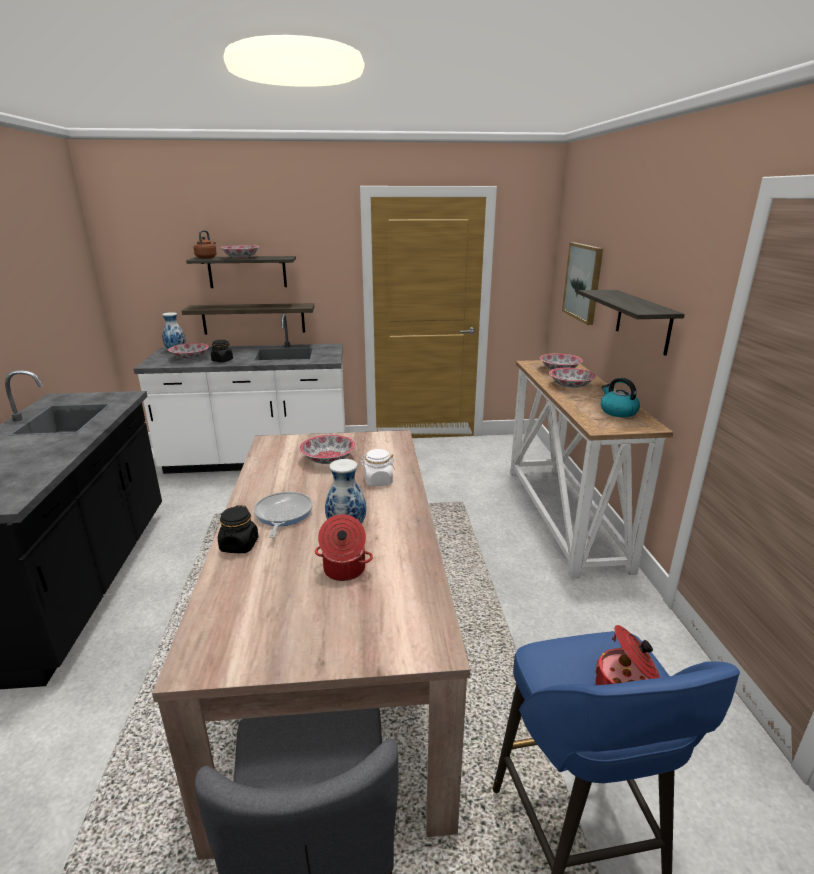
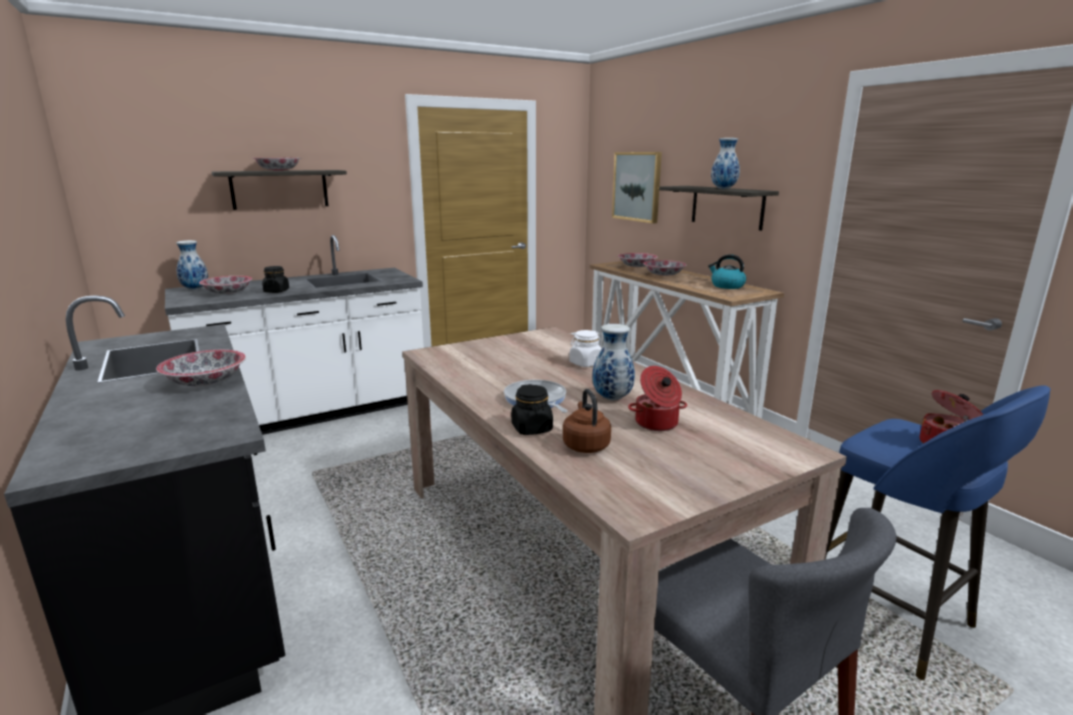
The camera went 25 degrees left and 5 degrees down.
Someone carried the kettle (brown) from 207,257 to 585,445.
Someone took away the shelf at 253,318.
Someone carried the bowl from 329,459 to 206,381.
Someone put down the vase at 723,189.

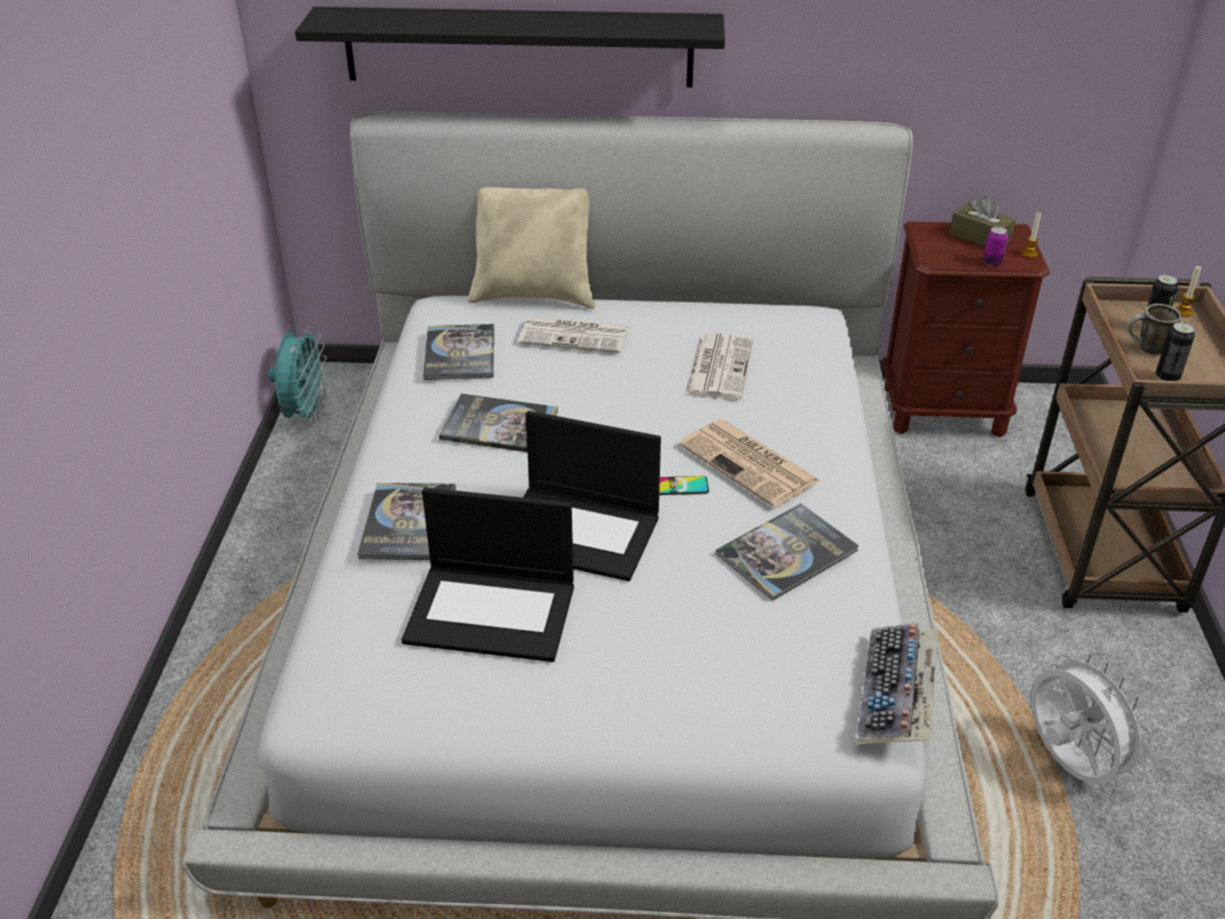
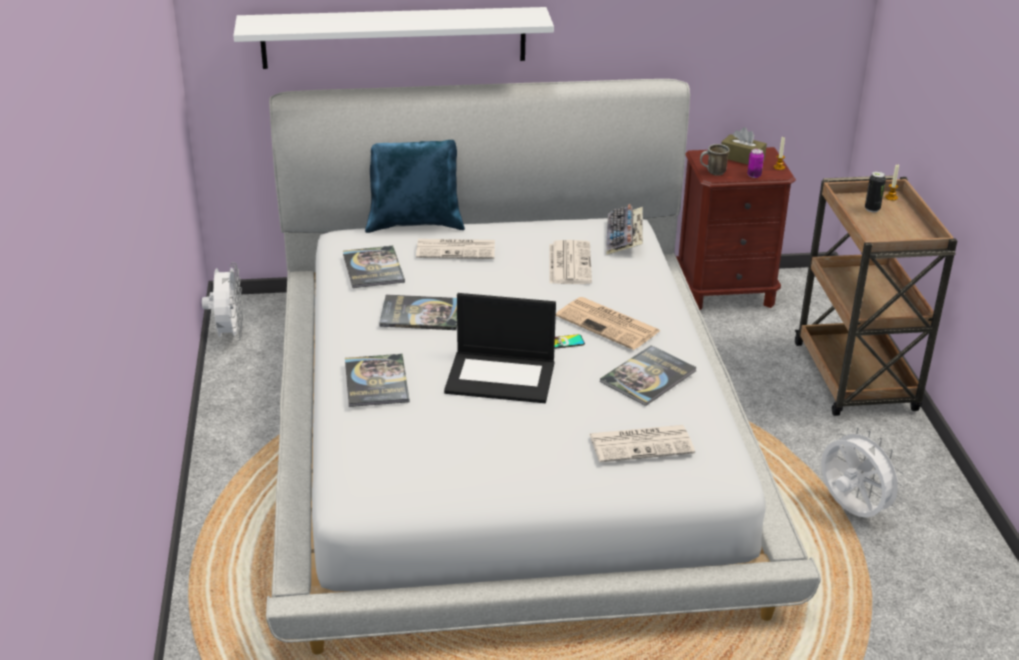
The camera went 10 degrees left and 5 degrees down.
Someone repainted the shelf (black) at 518,47, which became the shelf (white) at 394,37.
Someone repainted the pillow (beige) at 534,295, which became the pillow (blue) at 415,224.
Someone carried the mug from 1146,349 to 713,173.
Someone took away the can at 1167,377.
Someone repainted the fan (turquoise) at 305,414, which became the fan (white) at 229,334.
Someone took away the laptop at 493,612.
Someone carried the keyboard from 897,696 to 624,237.
Someone put down the newspaper at 642,444.

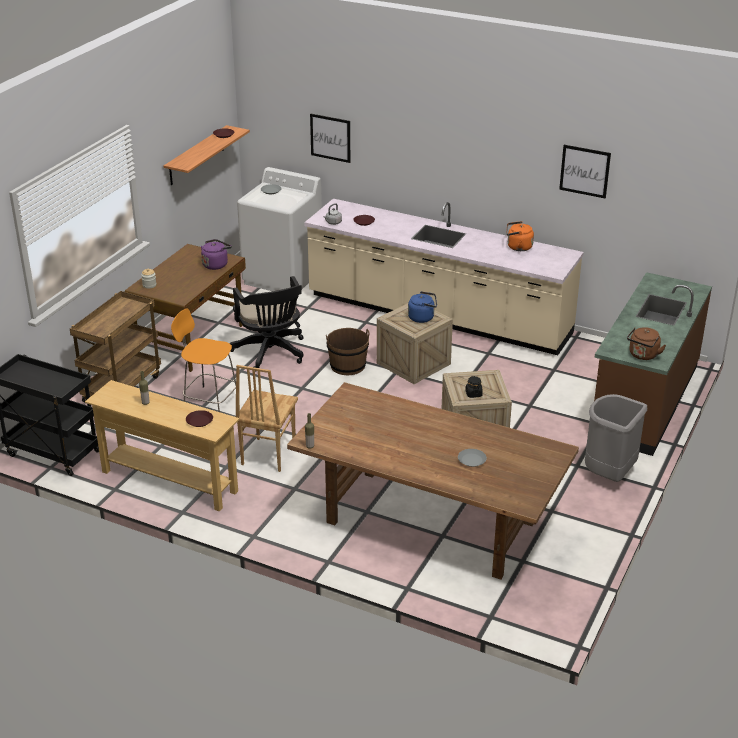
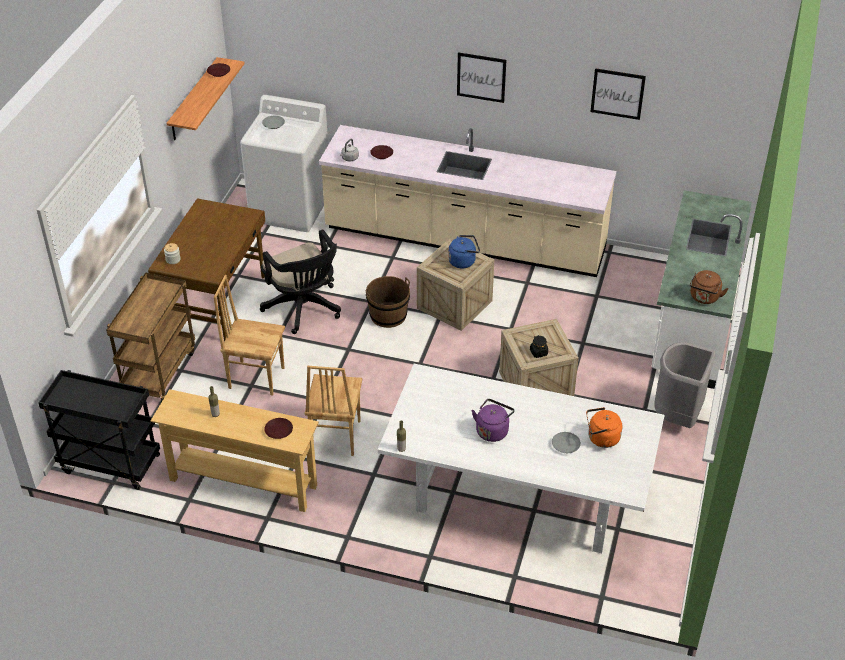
The camera went 10 degrees left and 10 degrees up.
Someone carried the picture from 330,138 to 481,77.
Someone carried the kettle (orange) from 517,247 to 601,439.
Someone carried the kettle (purple) from 216,264 to 492,430.
Someone repainted the counter (brown) at 643,400, which became the counter (white) at 692,323.
Someone swapped the stool (orange) at 209,401 for the chair (brown) at 256,377.
Someone repainted the dining table (brown) at 428,522, which became the dining table (white) at 516,496.

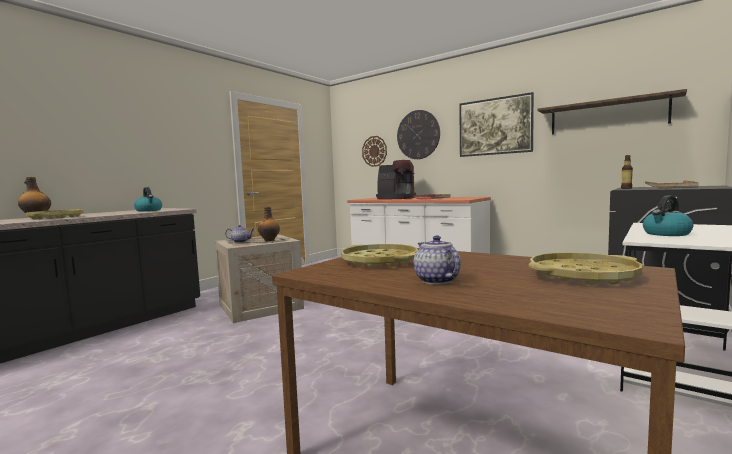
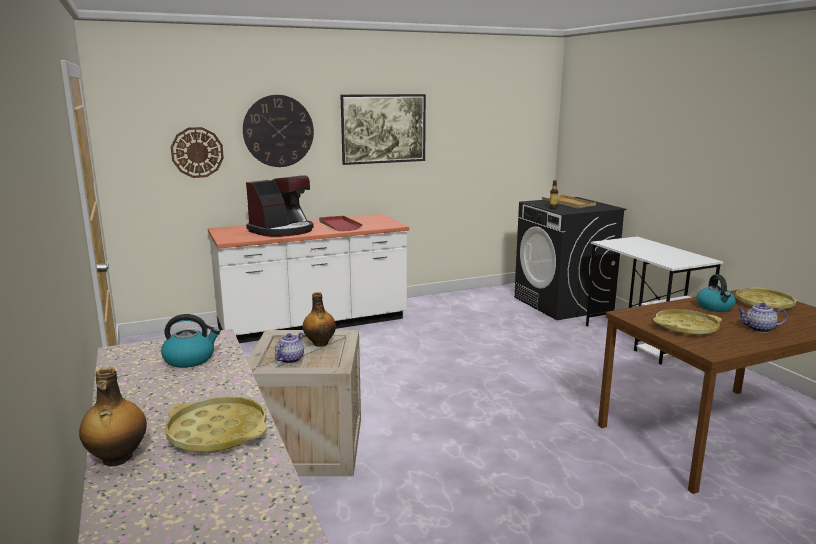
The camera went 60 degrees left and 10 degrees up.
Someone took away the shelf at 607,116.
Someone carried the kettle from 666,234 to 715,307.

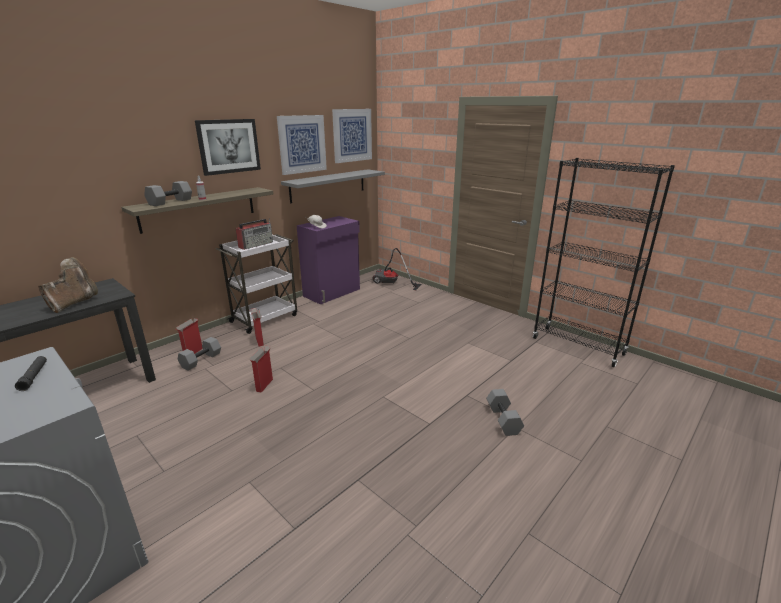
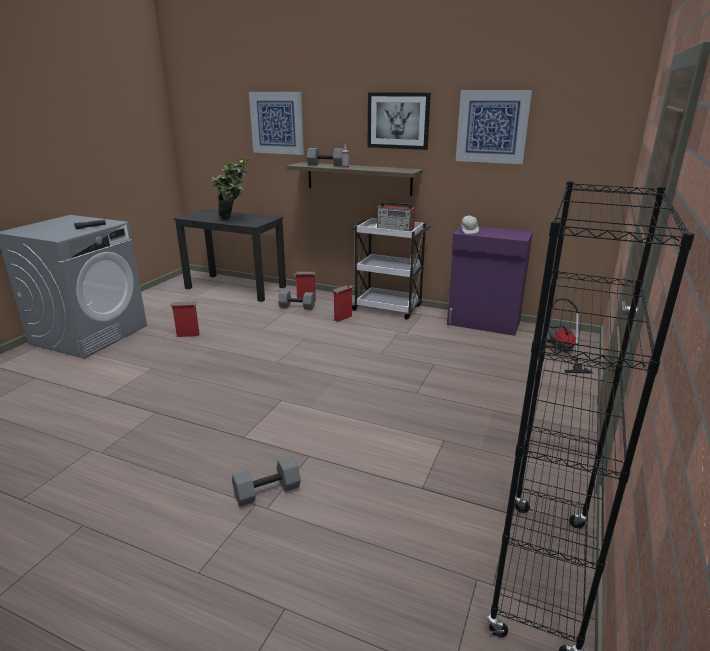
The camera went 70 degrees right and 0 degrees up.
Someone carried the picture from 352,135 to 277,123.
Someone took away the shelf (grey) at 328,185.
Someone swapped the boot (brown) at 74,303 for the potted plant at 234,220.
Someone carried the cardboard box from 264,385 to 188,335.

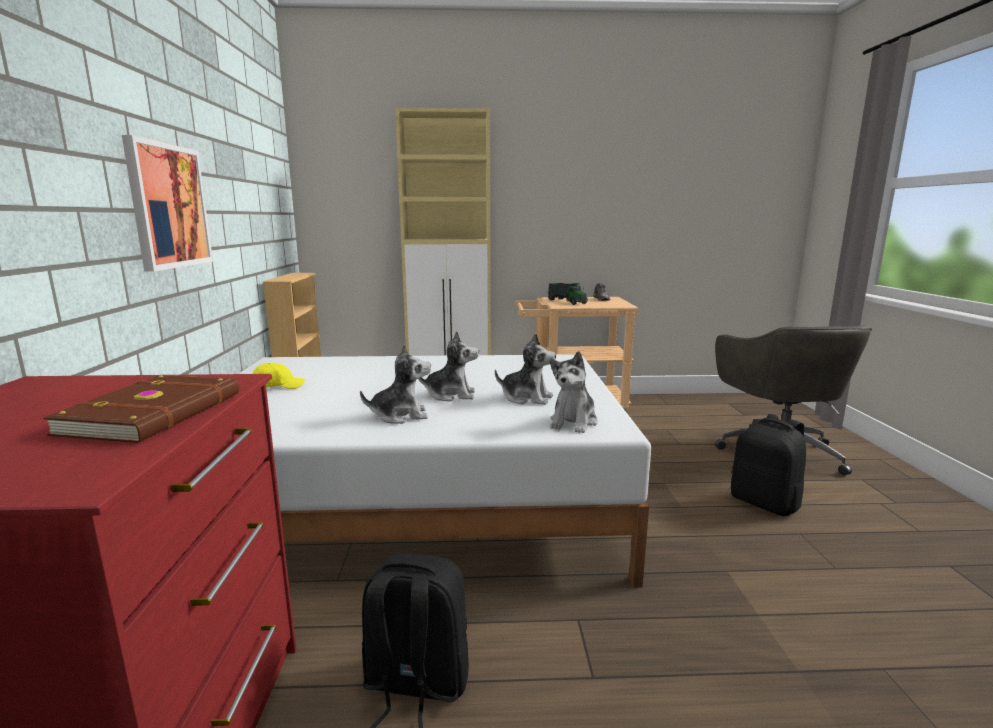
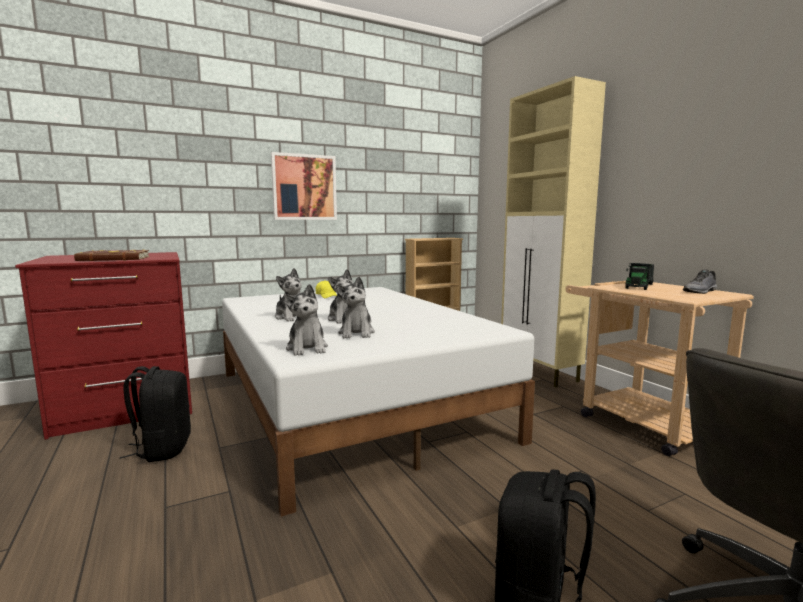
The camera went 65 degrees right and 5 degrees down.
Someone rotated the plush toy at 573,422 by 105 degrees counterclockwise.

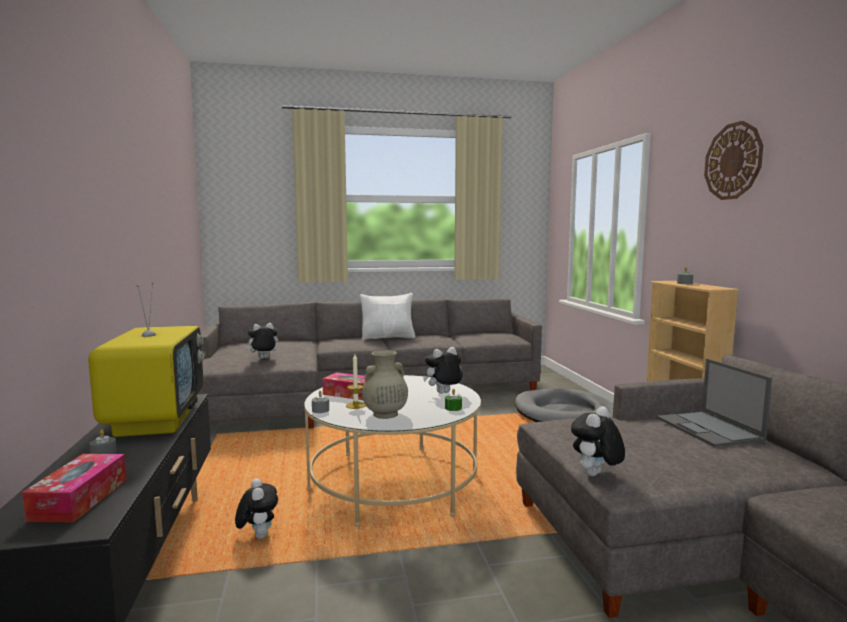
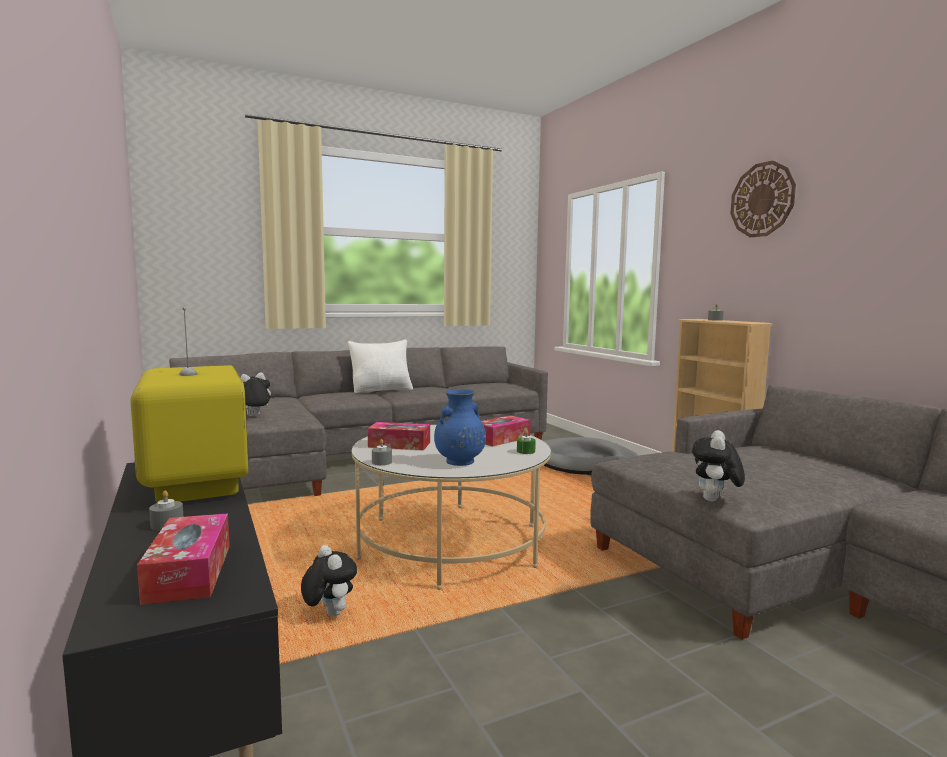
The camera went 15 degrees left and 0 degrees up.
Someone swapped the plush toy at 443,393 for the tissue box at 501,439.
Someone repainted the vase (beige) at 384,414, which became the vase (blue) at 459,462.
Someone took away the candle at 355,405.
Someone took away the laptop at 709,429.

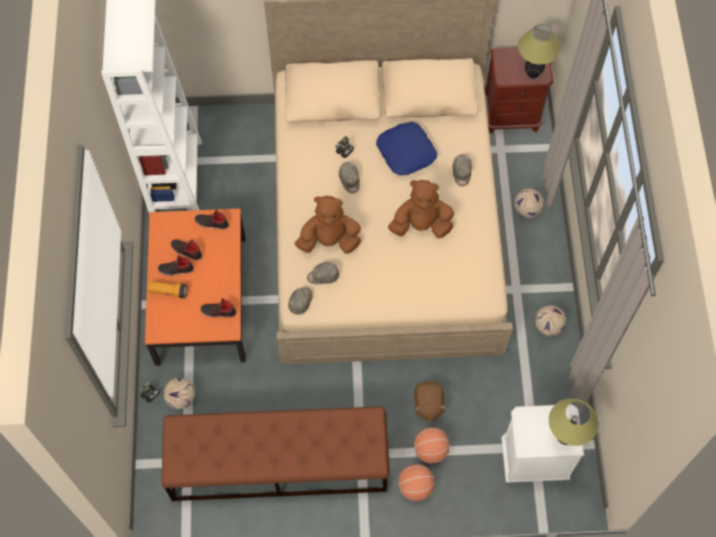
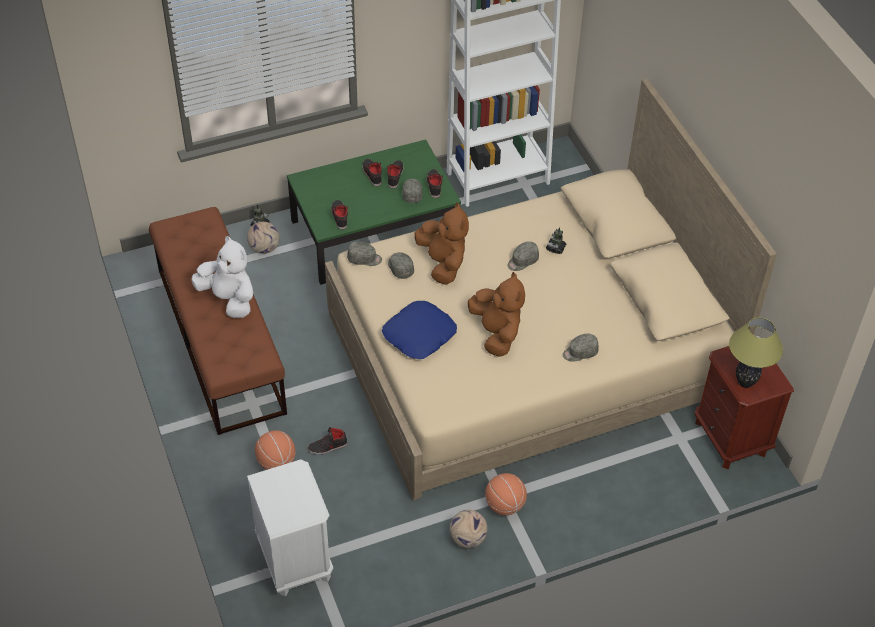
The camera went 70 degrees right and 15 degrees down.
Someone carried the pillow (blue) from 406,152 to 420,335.
Someone took away the football at 527,210.
Someone repainted the coffee table (orange) at 201,299, which became the coffee table (green) at 374,233.
Someone took away the flashlight at 168,292.
Someone swapped the plush toy (brown) at 428,405 for the shoe (black) at 327,447.
Someone took away the table lamp at 565,438.
Someone carried the basketball from 415,487 to 505,505.
Someone put down the cap (grey) at 412,194.
Someone put down the plush toy (white) at 229,299.

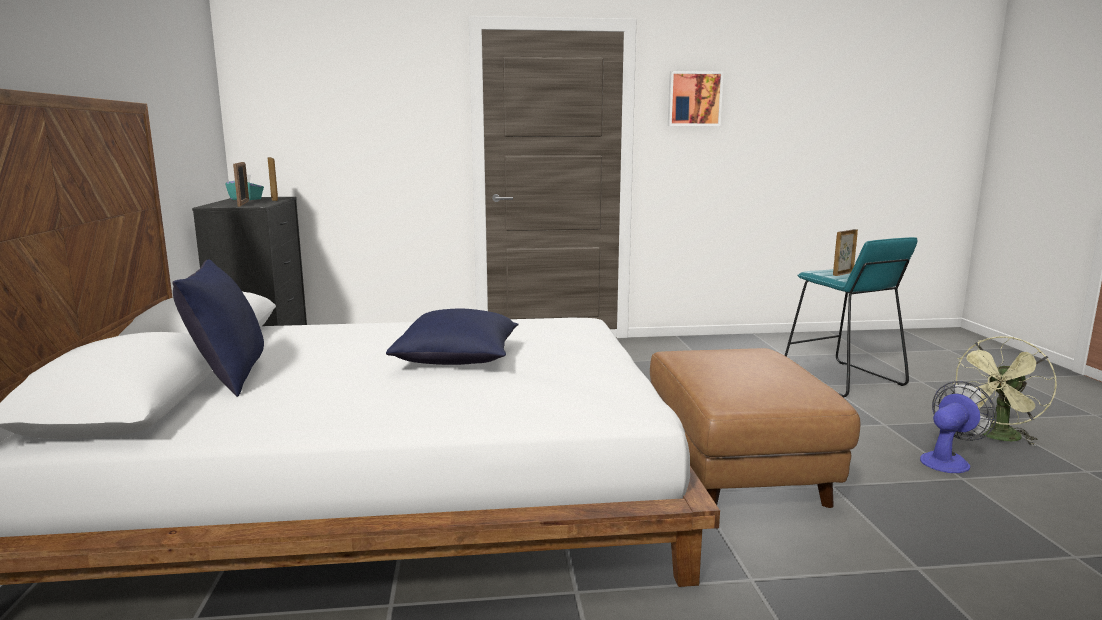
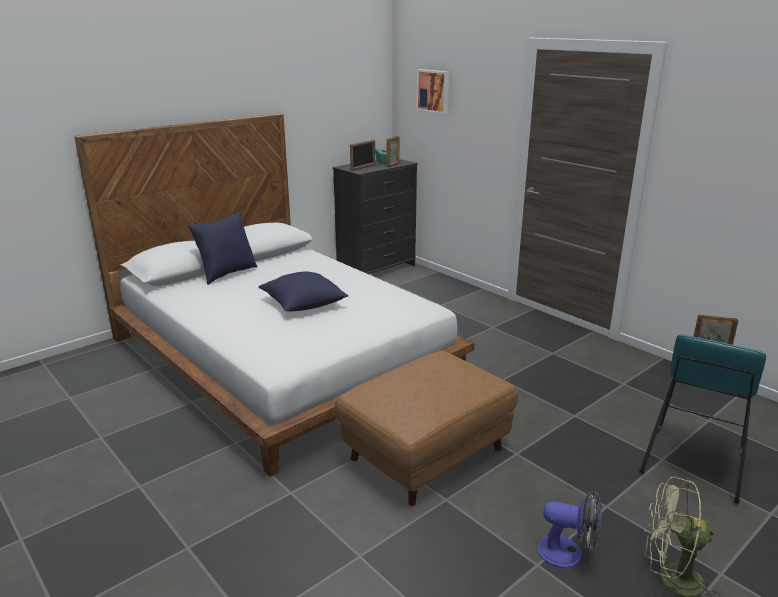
The camera went 55 degrees right and 10 degrees up.
Someone carried the picture from 694,99 to 434,91.

